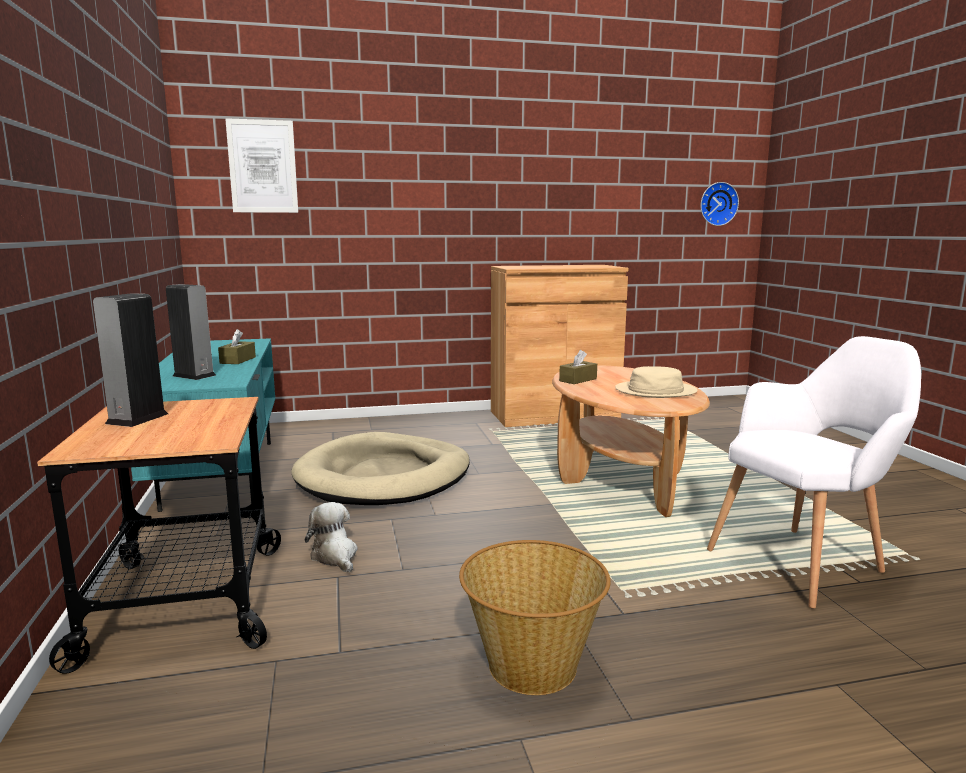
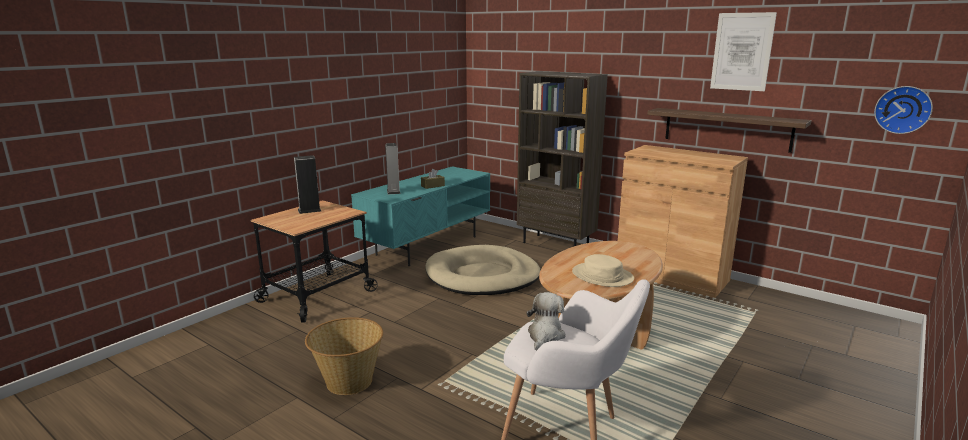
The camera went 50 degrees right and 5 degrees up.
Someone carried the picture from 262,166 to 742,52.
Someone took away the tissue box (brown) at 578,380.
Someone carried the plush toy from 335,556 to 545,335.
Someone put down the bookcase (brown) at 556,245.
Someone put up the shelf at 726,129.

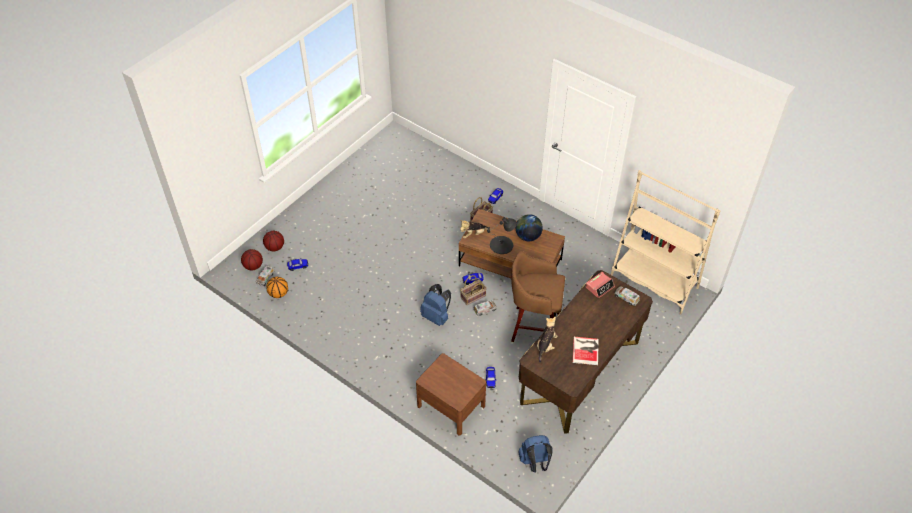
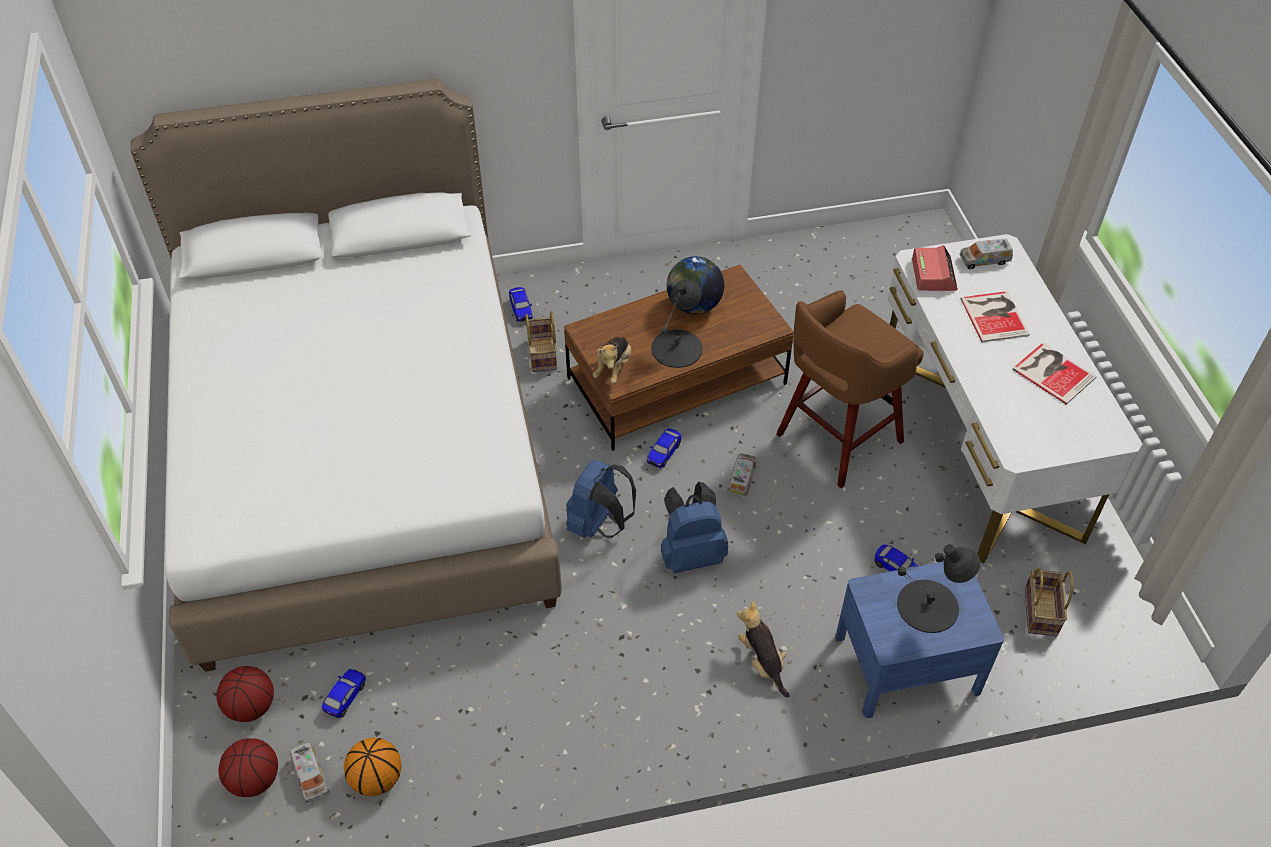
The camera went 50 degrees left and 0 degrees up.
Someone took away the bookcase (beige) at 654,281.
Someone repainted the desk (brown) at 580,372, which became the desk (white) at 978,444.
Someone carried the basket from 472,297 to 1042,613.
Someone carried the plush toy from 546,345 to 762,662.
Someone repainted the nightstand (brown) at 451,406, which became the nightstand (blue) at 907,664.
Someone carried the backpack (blue) from 535,462 to 599,524.
Someone put down the bed (white) at 363,452.
Someone put down the book at 995,315.
Someone put down the table lamp (black) at 929,606.

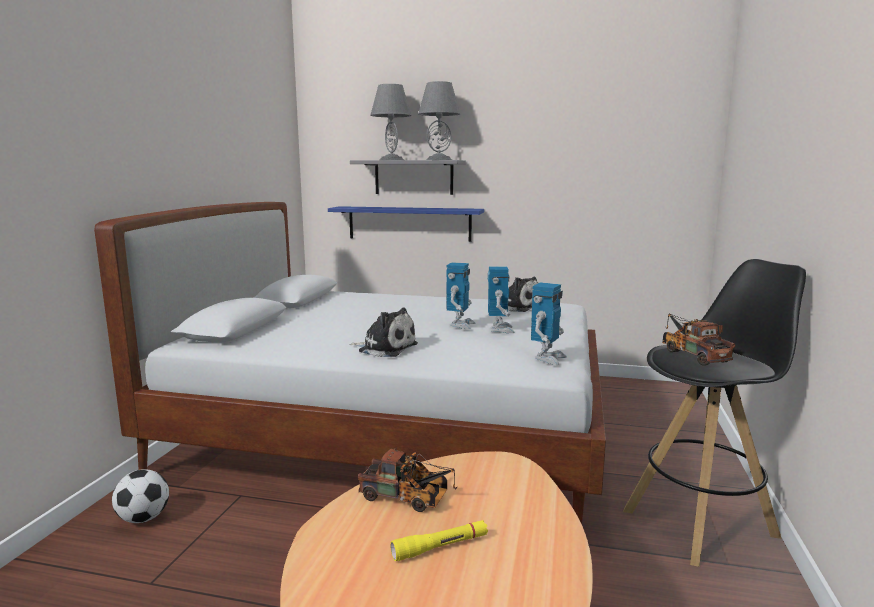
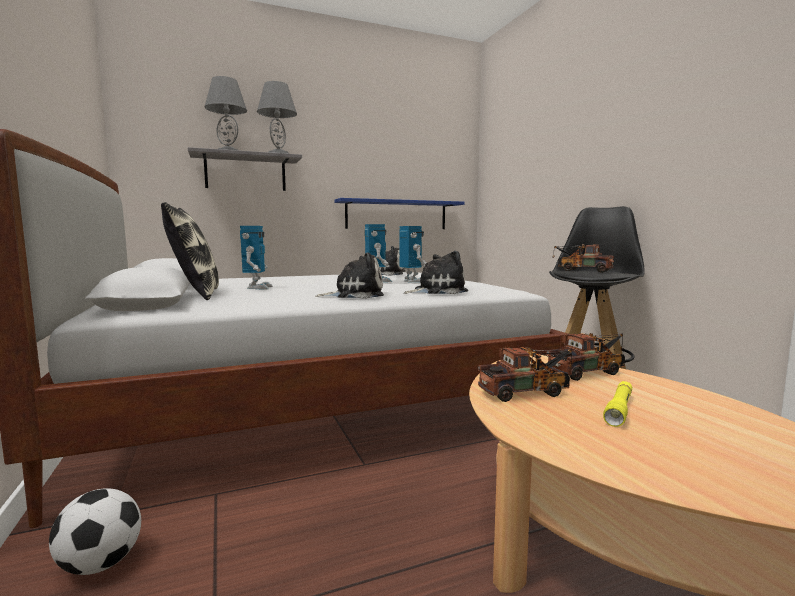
The camera went 35 degrees left and 5 degrees down.
Someone carried the shelf (blue) from 409,223 to 396,215.
Someone carried the toy robot from 547,358 to 257,288.
Someone put down the pillow at 195,294.
Someone put down the plush toy at 436,291.
Someone put down the toy truck at 589,372.

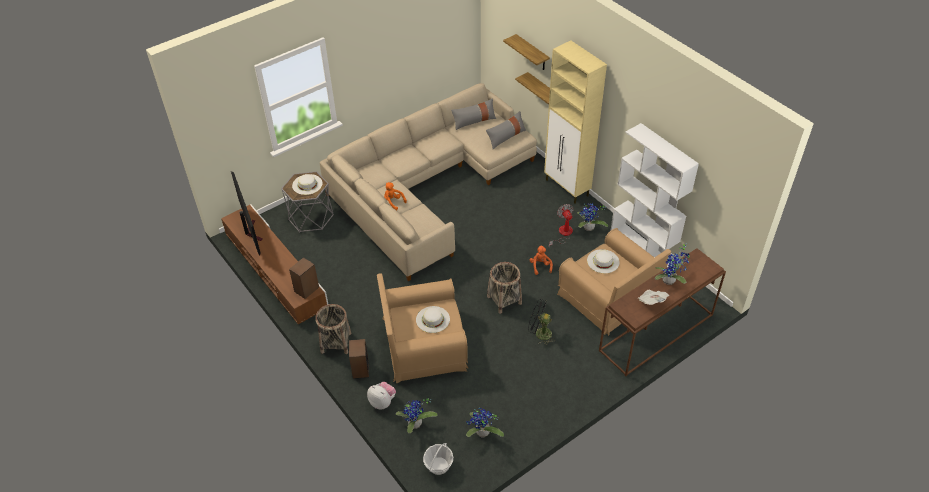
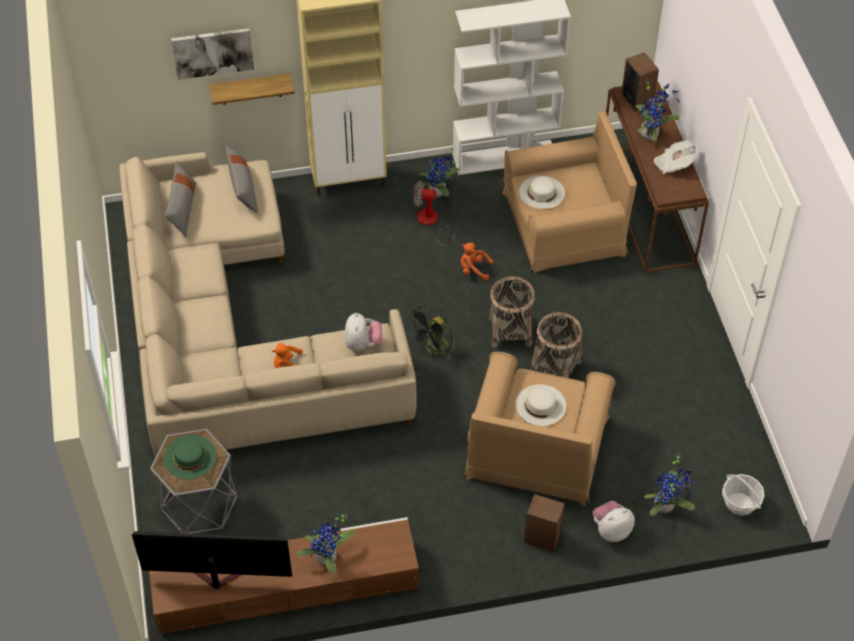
The camera went 65 degrees left and 5 degrees up.
Someone swapped the shelf at 532,53 for the picture at 213,52.
Someone repainted the hat (white) at 307,184, which became the hat (green) at 190,457.
Someone carried the speaker from 307,289 to 637,99.
Someone carried the fan (black) from 539,333 to 434,350.
Someone carried the basket from 336,342 to 555,367.
Someone carried the potted plant from 482,433 to 328,560.
Someone put down the plush toy at 362,344.

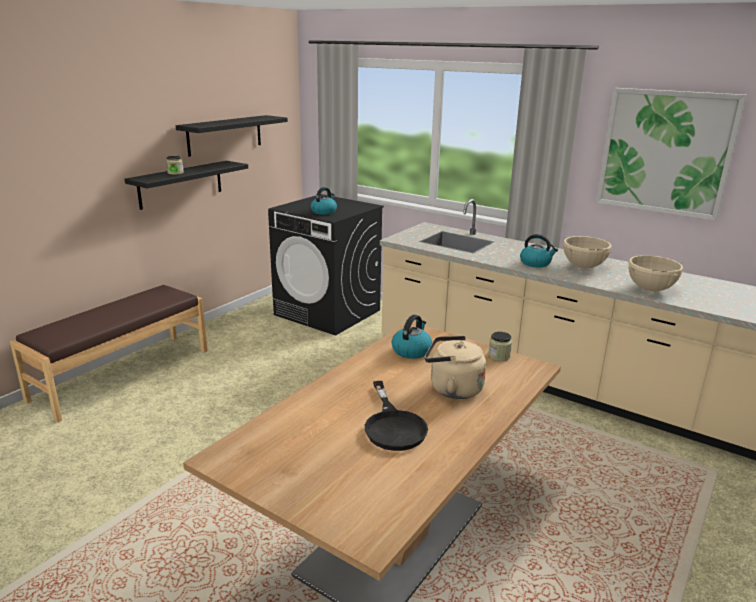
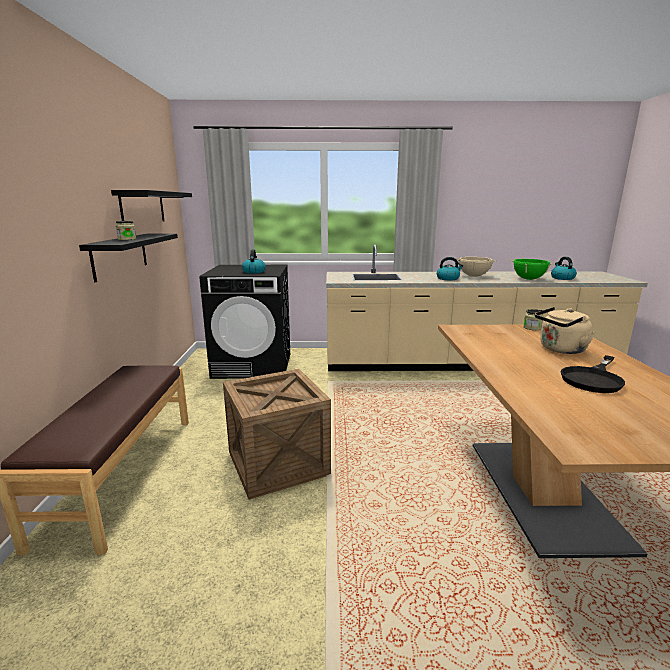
The camera went 35 degrees left and 5 degrees down.
Someone took away the picture at 665,152.
Someone repainted the cooking pot (beige) at 650,289, which became the cooking pot (green) at 529,279.
Someone carried the kettle from 411,350 to 562,278.
Someone rotated the frying pan (black) at 393,425 by 90 degrees clockwise.
Someone put down the crate at 277,463.

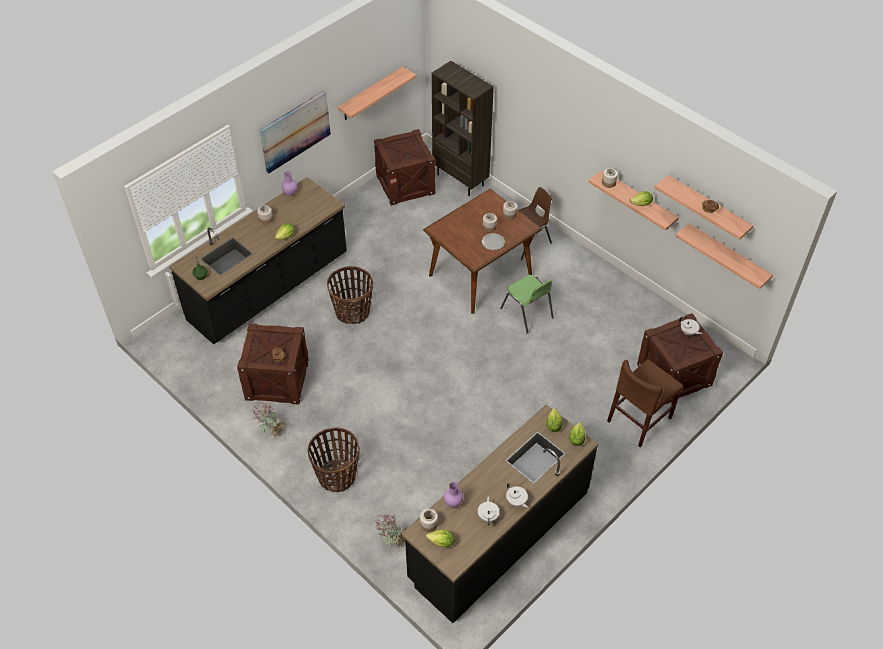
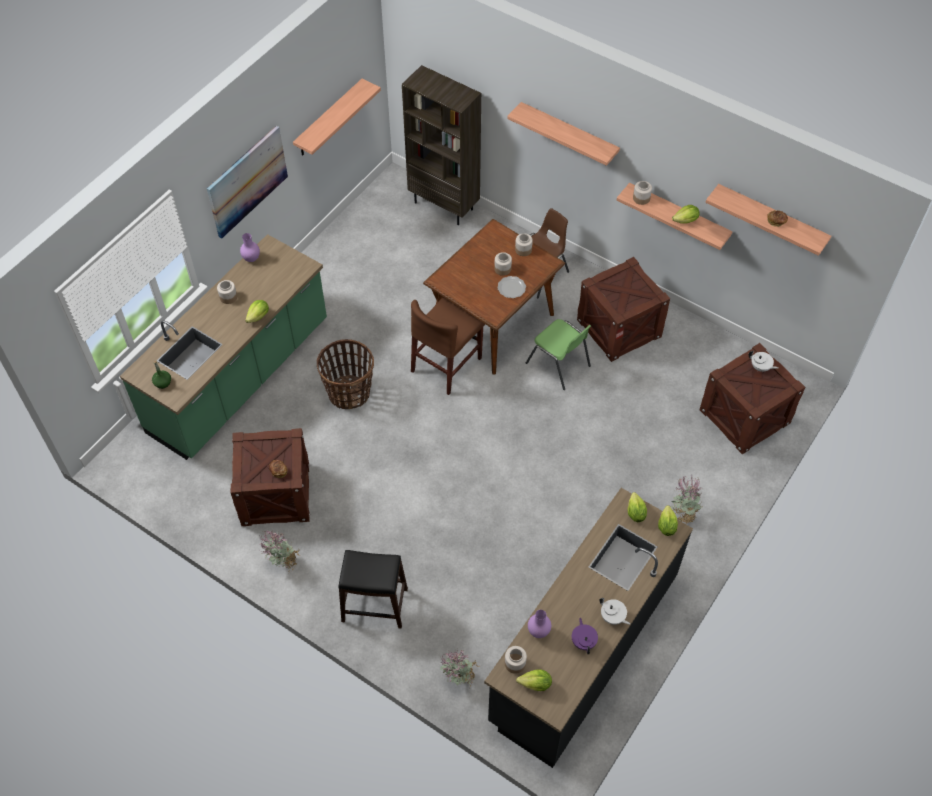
The camera went 10 degrees left and 5 degrees up.
Someone carried the crate from 405,184 to 618,328.
Someone repainted the counter (black) at 269,288, which became the counter (green) at 240,377.
Someone carried the shelf from 727,256 to 568,134.
Someone carried the chair (brown) from 639,419 to 446,365.
Someone swapped the basket at 337,476 for the stool (black) at 375,605.
Someone repainted the teapot (white) at 488,516, which became the teapot (purple) at 583,641.
Someone put down the potted plant at 683,515.

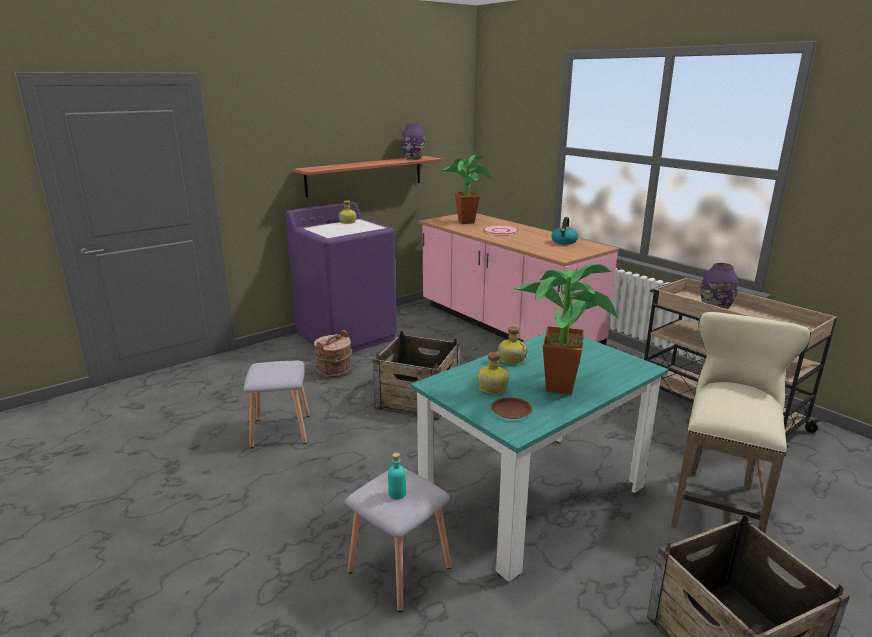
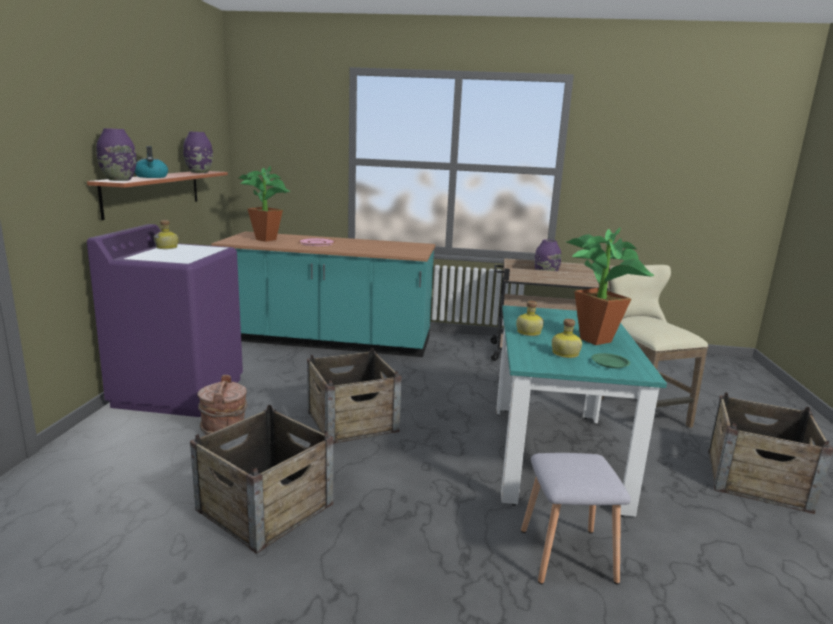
The camera went 45 degrees left and 5 degrees down.
Someone repainted the counter (pink) at 505,326, which became the counter (turquoise) at 328,341.
Someone carried the kettle from 564,242 to 152,177.
Someone swapped the stool (grey) at 282,430 for the crate at 265,506.
Someone repainted the plate (brown) at 511,411, which became the plate (green) at 609,363.
Someone took away the bottle (turquoise) at 397,493.
Someone put down the vase (purple) at 118,180.

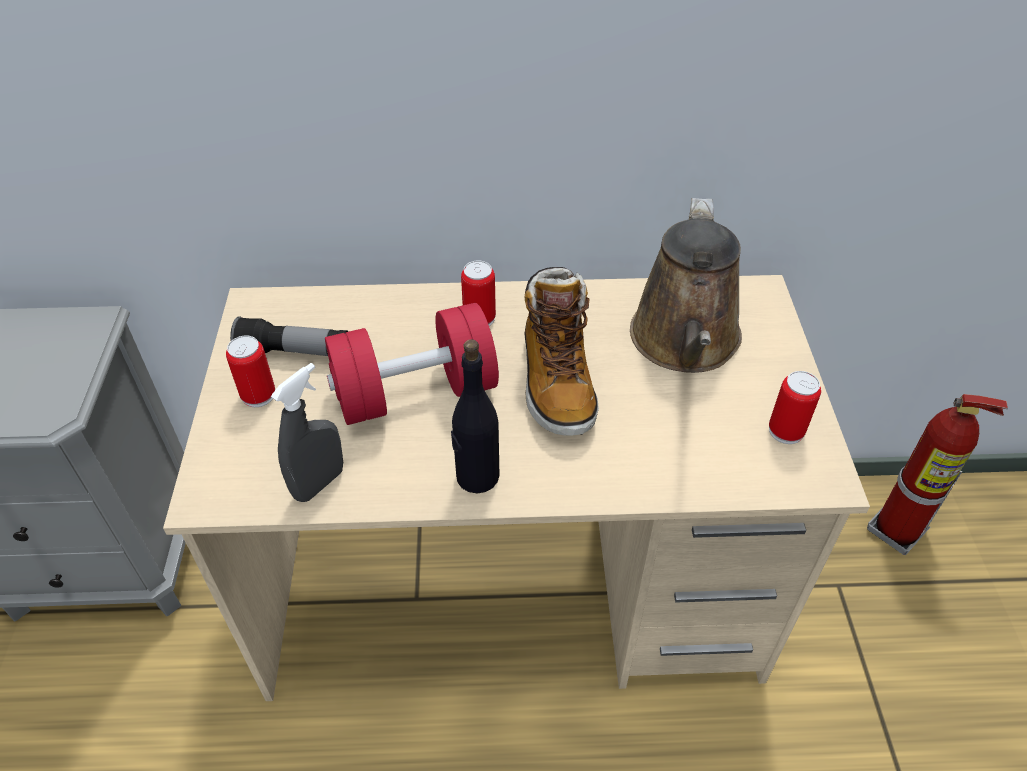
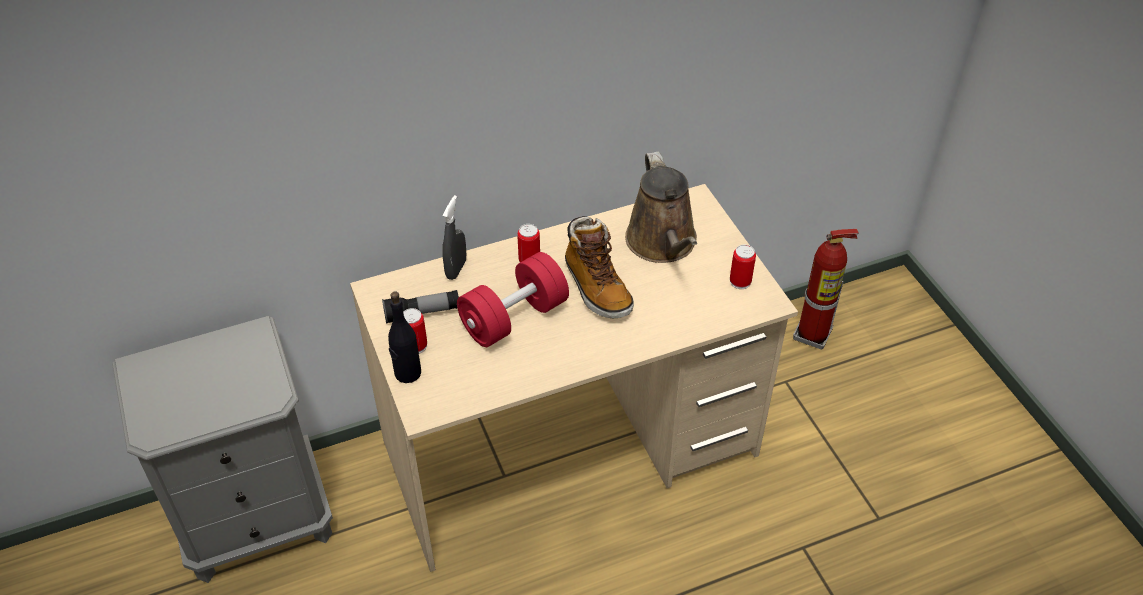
The camera went 20 degrees left and 0 degrees up.
Someone carried the bottle (black) from 476,476 to 407,373.
Someone carried the spray bottle (grey) from 319,483 to 456,269.

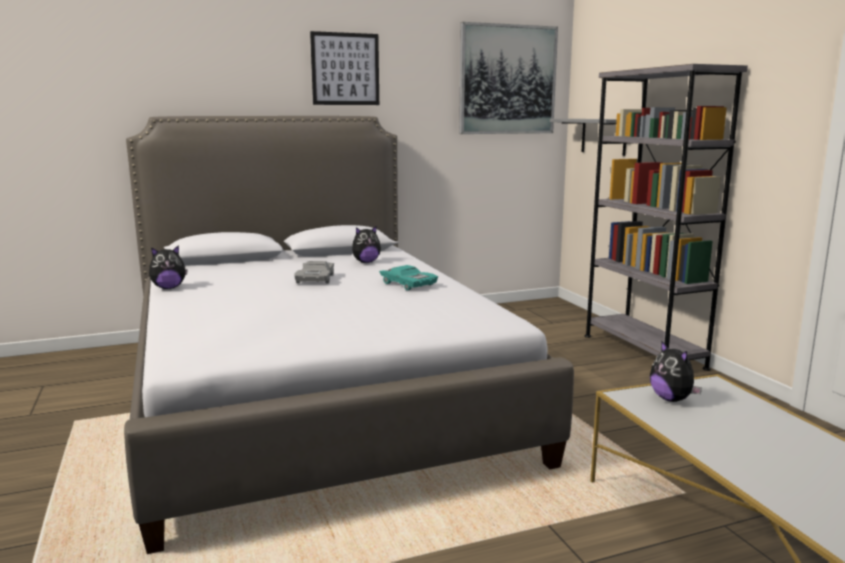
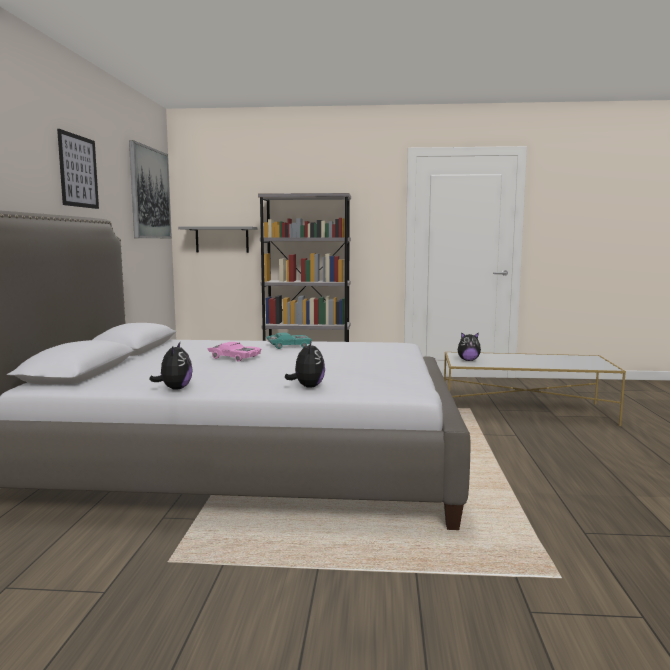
The camera went 65 degrees left and 5 degrees down.
Someone carried the plush toy from 366,262 to 307,387.
Someone repainted the toy car (grey) at 315,279, which became the toy car (pink) at 234,357.

